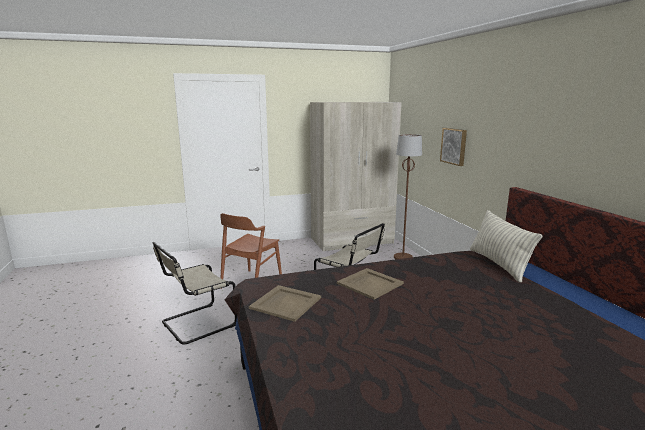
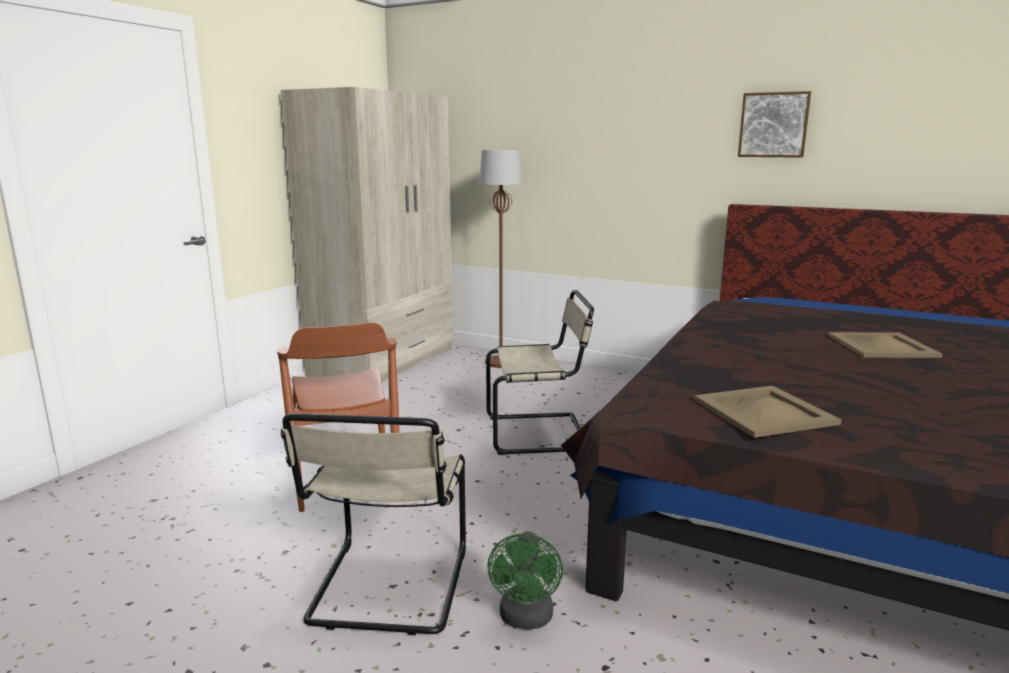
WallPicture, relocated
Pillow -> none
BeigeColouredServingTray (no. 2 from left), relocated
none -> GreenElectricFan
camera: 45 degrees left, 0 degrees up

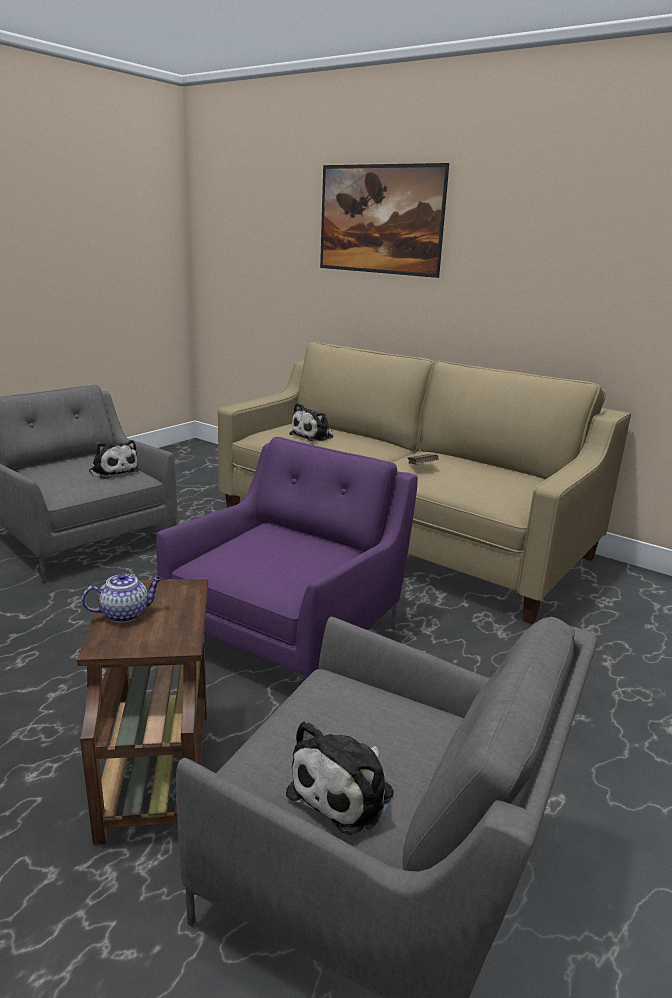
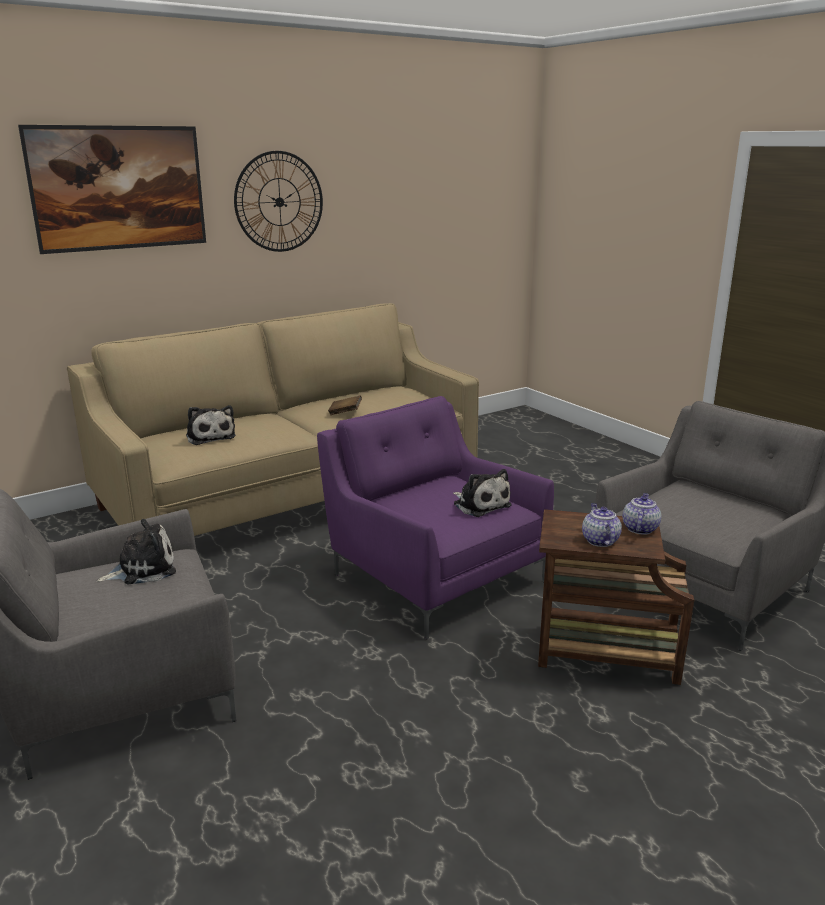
CuddlyToy (no. 3 from left), relocated
none -> HangingClock
none -> TeaPot (no. 2 from left)
camera: 70 degrees left, 0 degrees up

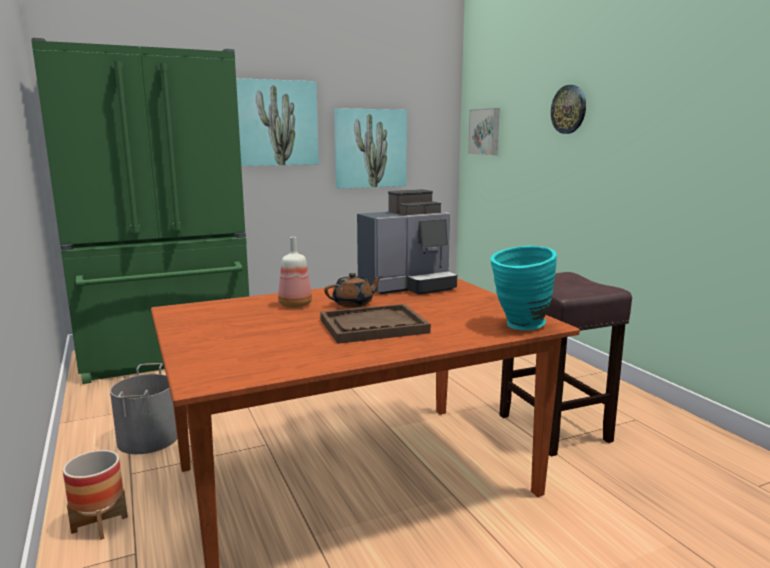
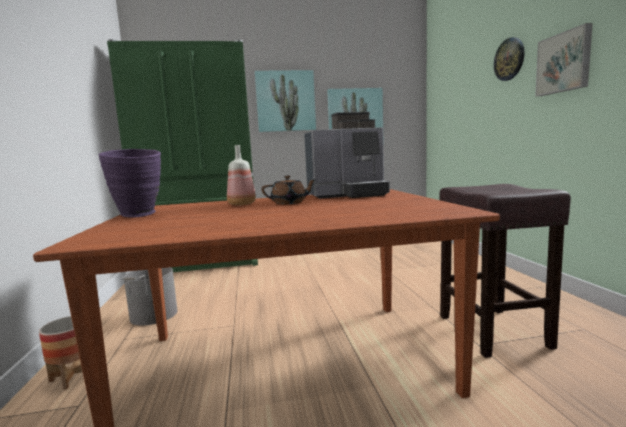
WallPicture (no. 3 from left), relocated
TurquoiseDecorativeVase -> none
BrownishServingTray -> none
none -> PurplishDecorativeVase
camera: 15 degrees right, 5 degrees down

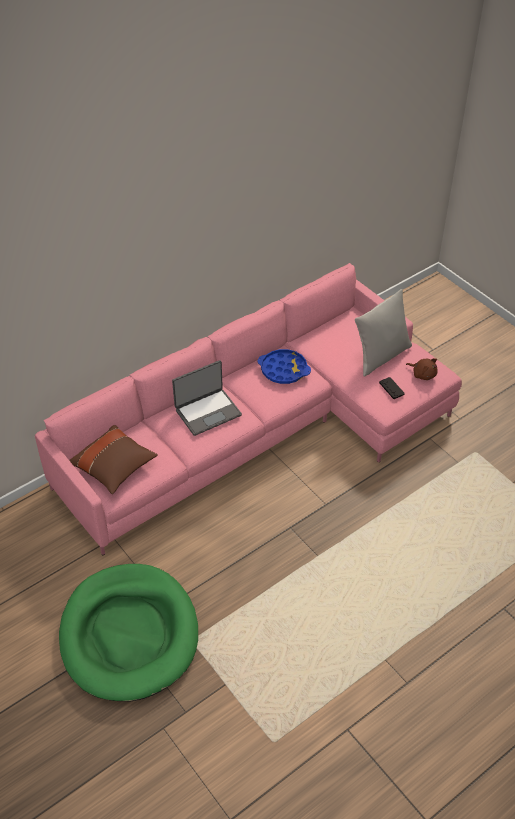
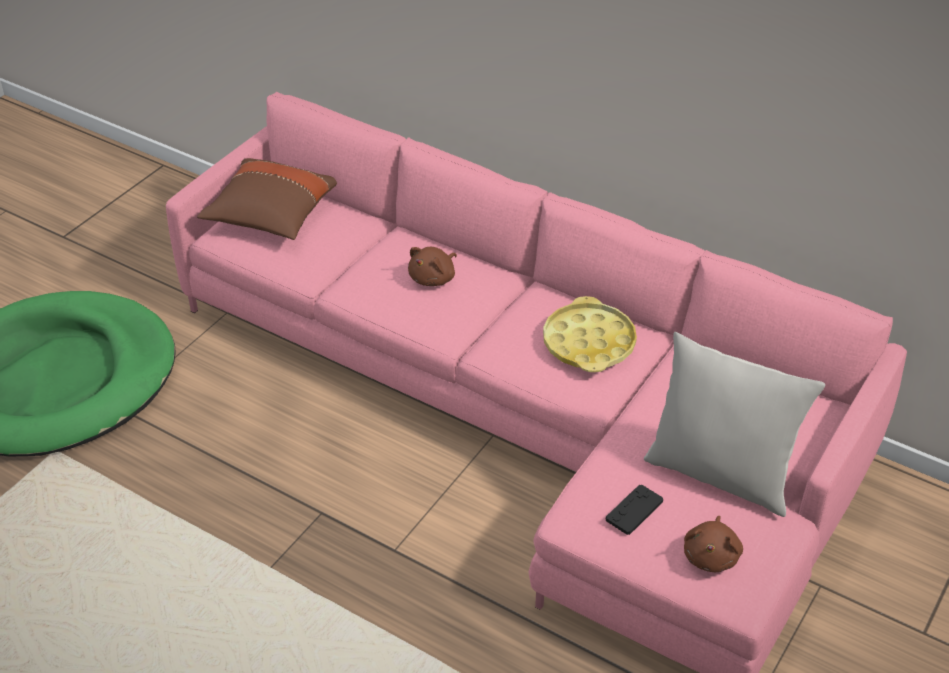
BlueServingTray -> YellowColouredServingTray
Laptop -> BrownishCuddlyToy (no. 1 from left)
camera: 70 degrees right, 5 degrees down

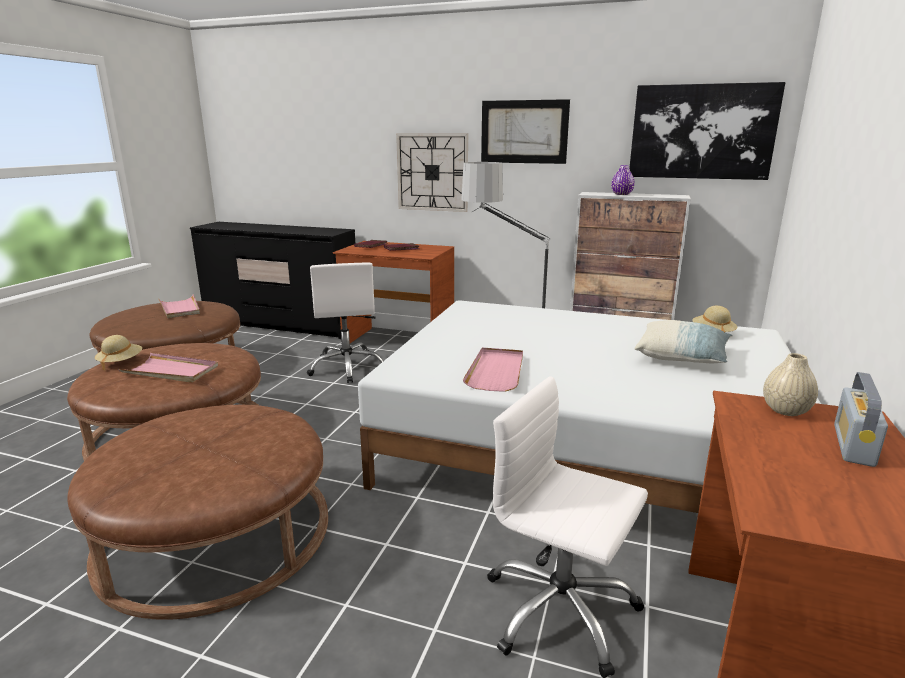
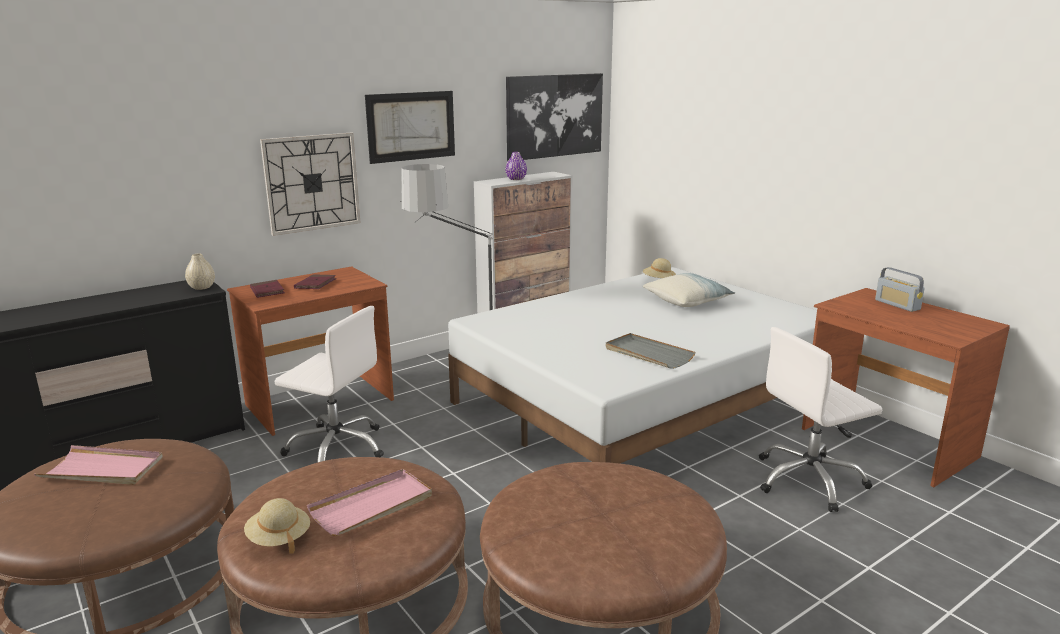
PinkishServingTray (no. 3 from left) -> GreyishServingTray
BeigeColouredDecorativeVase, relocated
camera: 55 degrees left, 0 degrees up

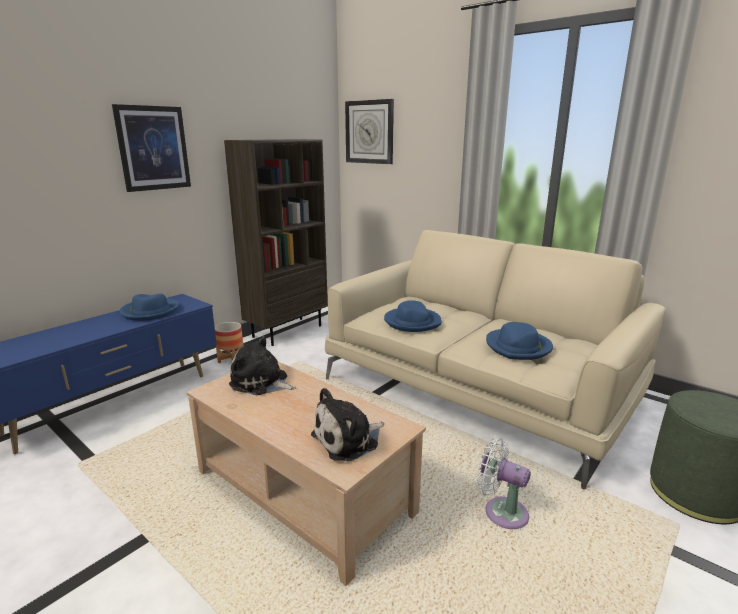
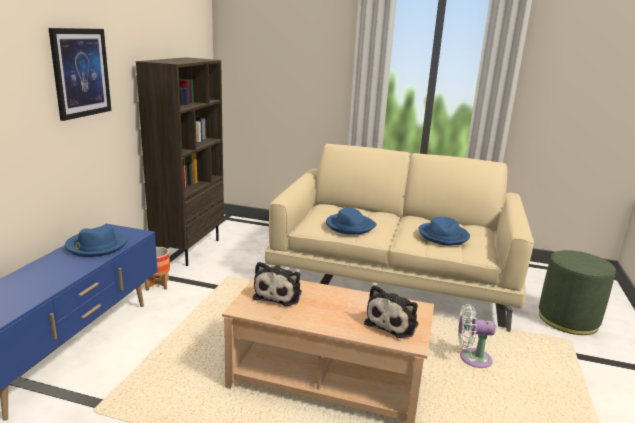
HangingClock -> none
CuddlyToy (no. 1 from left), 75 degrees counterclockwise
camera: 25 degrees left, 0 degrees up

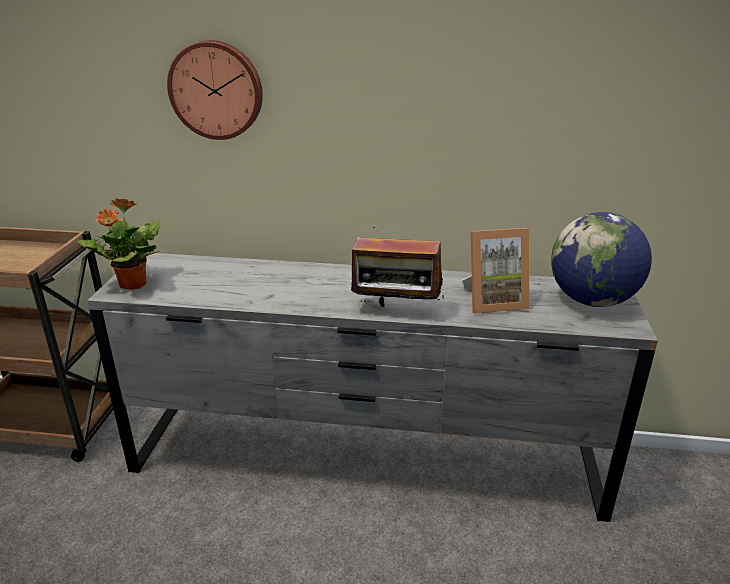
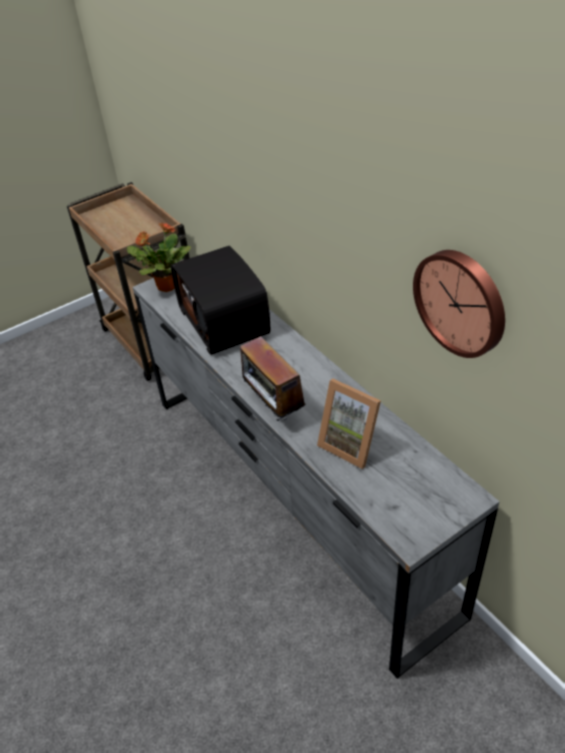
HangingClock, relocated
Globe -> none
none -> RadioReceiver (no. 1 from left)
camera: 50 degrees right, 15 degrees up

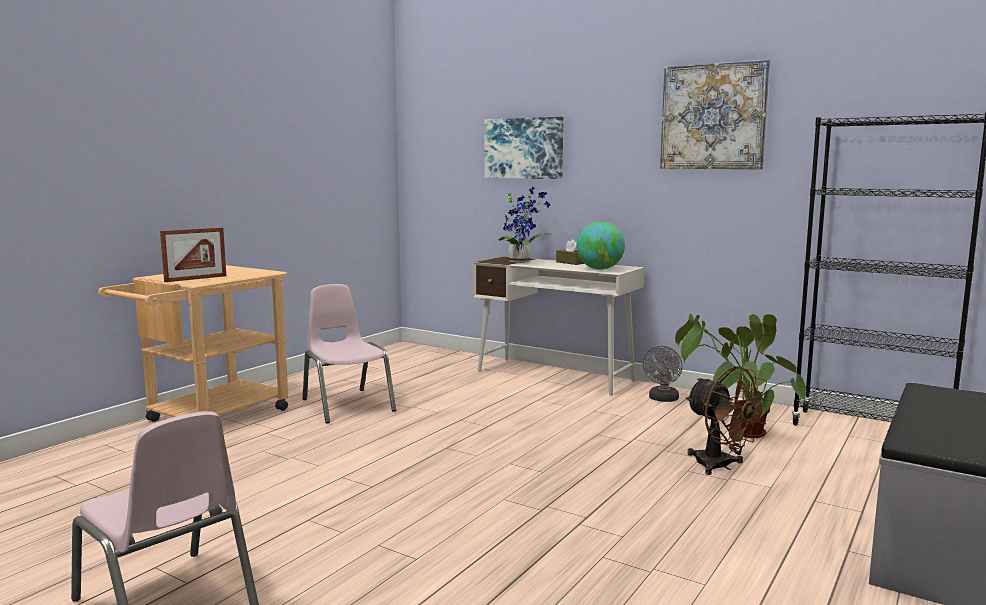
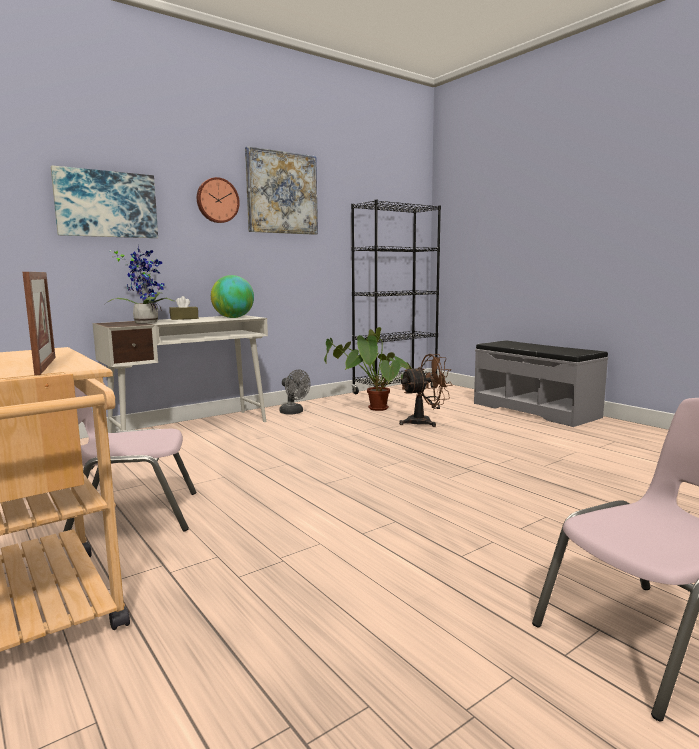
none -> HangingClock
camera: 70 degrees left, 0 degrees up

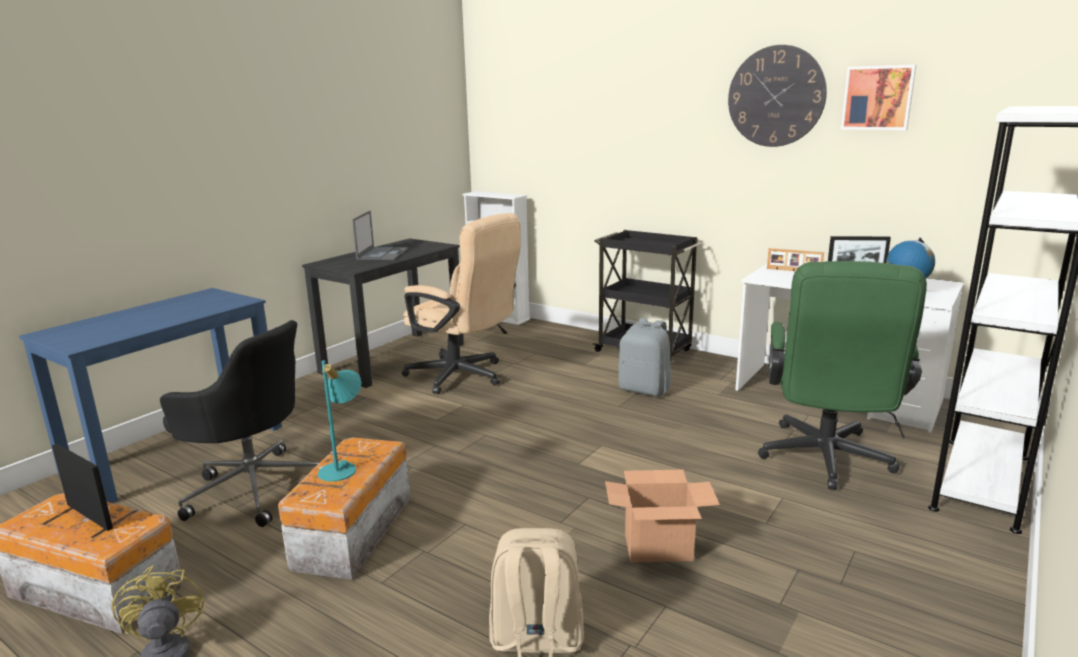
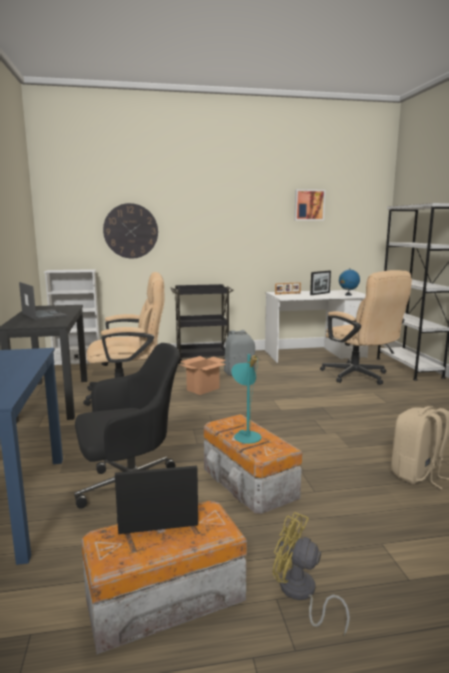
HangingClock, relocated
GreenComputerChair -> BeigeColouredComputerChair (no. 2 from left)
Carton, relocated
camera: 45 degrees left, 5 degrees down

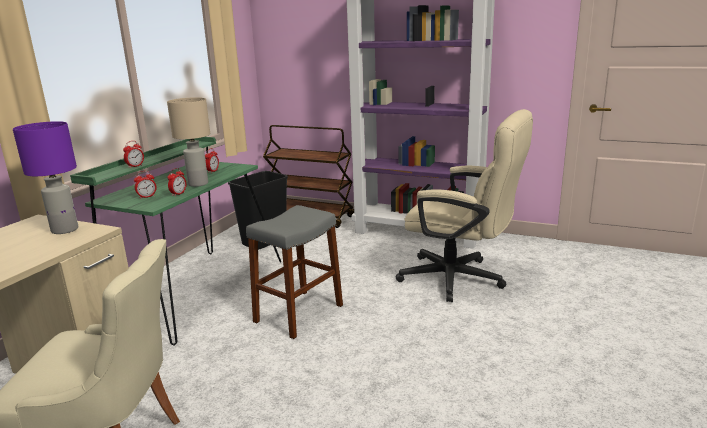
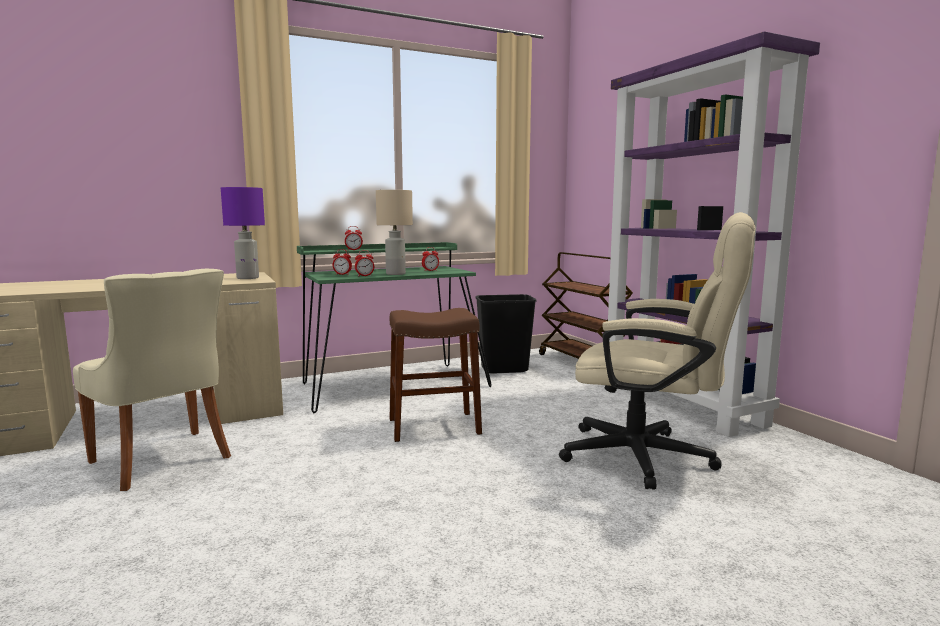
BeigeColouredComputerChair, 45 degrees counterclockwise
GreyishSittingStool -> BrownishSittingStool
camera: 40 degrees right, 10 degrees down

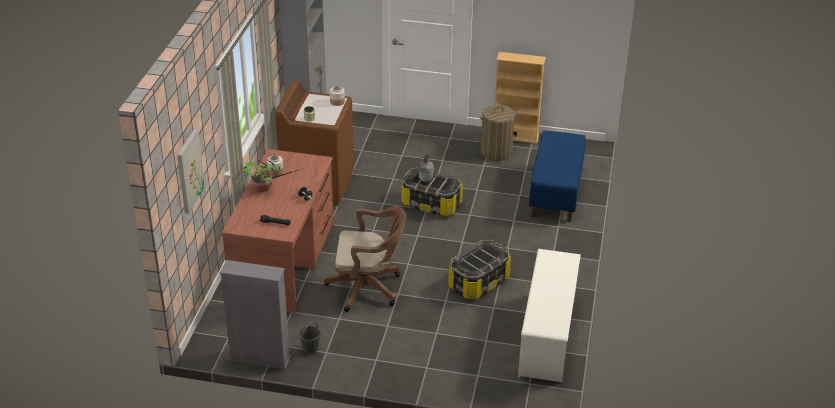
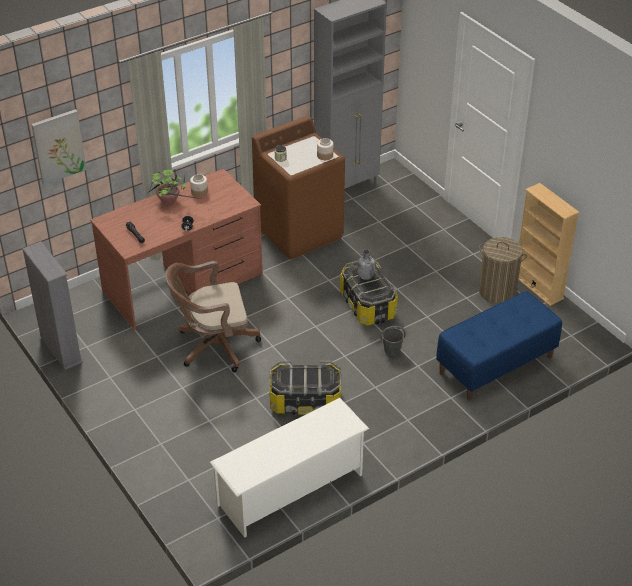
BrownishComputerChair, 120 degrees clockwise
GreyishWaterBucket, relocated
camera: 45 degrees right, 5 degrees up

